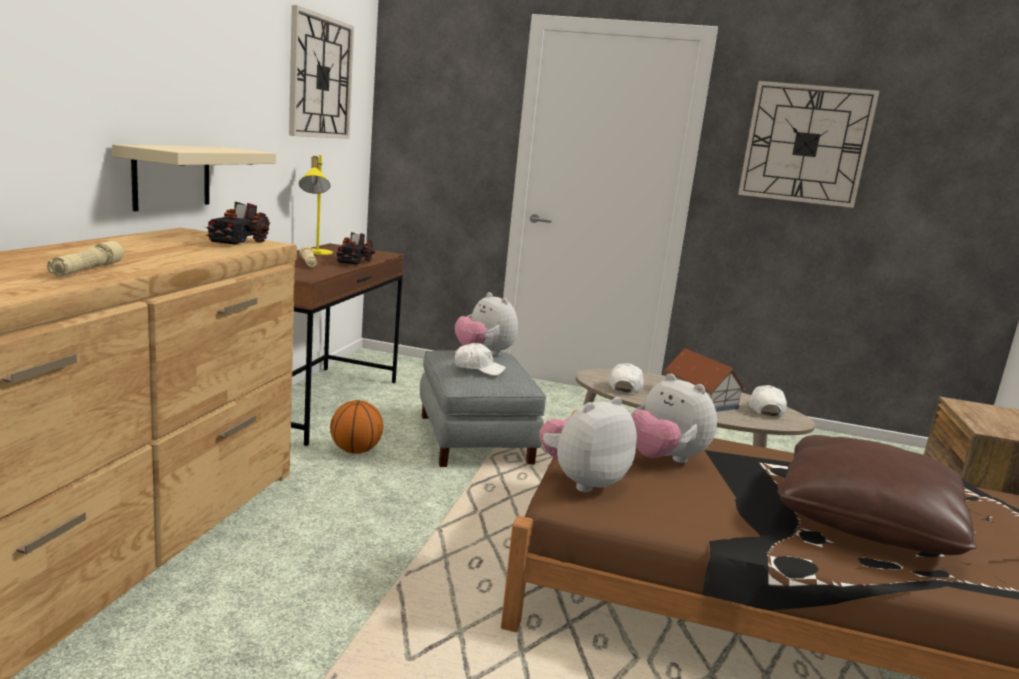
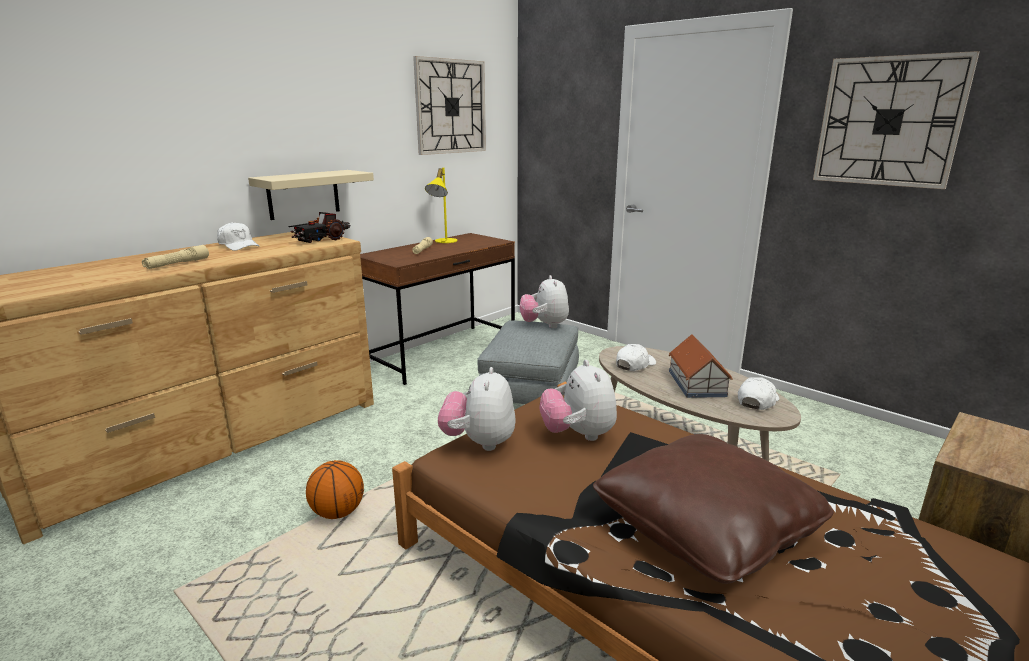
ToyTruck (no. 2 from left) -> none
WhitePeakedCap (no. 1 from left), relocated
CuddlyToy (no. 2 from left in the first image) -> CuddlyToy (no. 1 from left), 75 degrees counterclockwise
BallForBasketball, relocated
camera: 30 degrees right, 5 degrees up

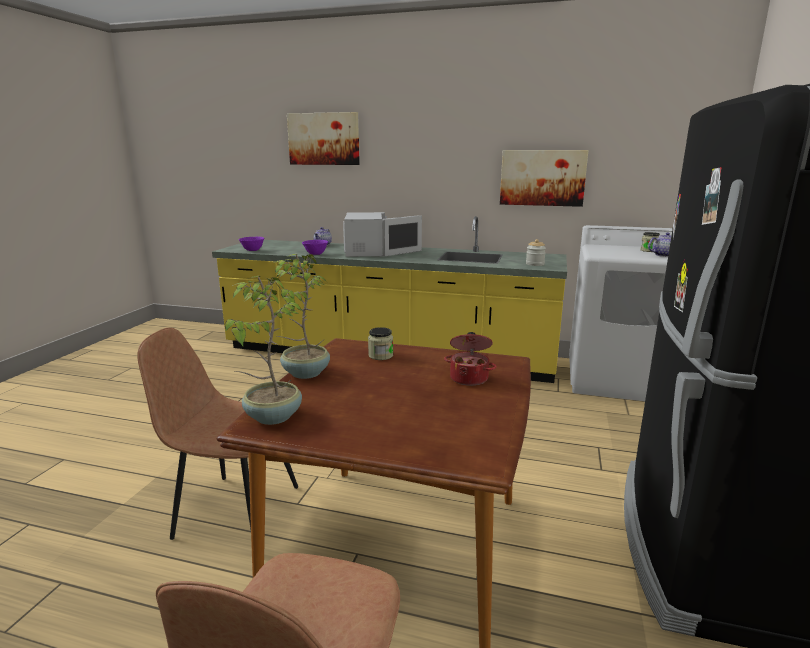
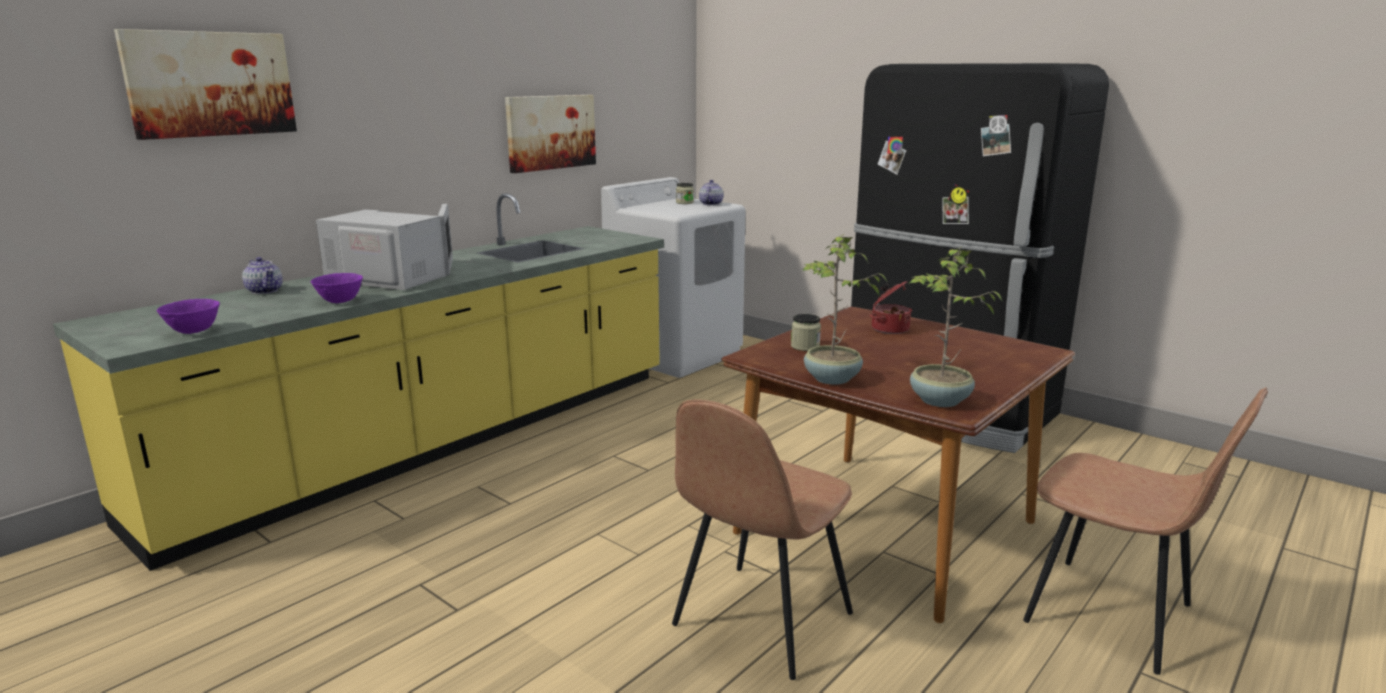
PreserveJar (no. 2 from left) -> none
camera: 65 degrees left, 0 degrees up

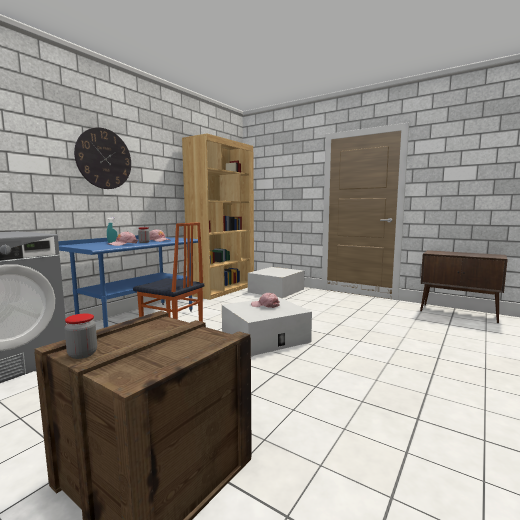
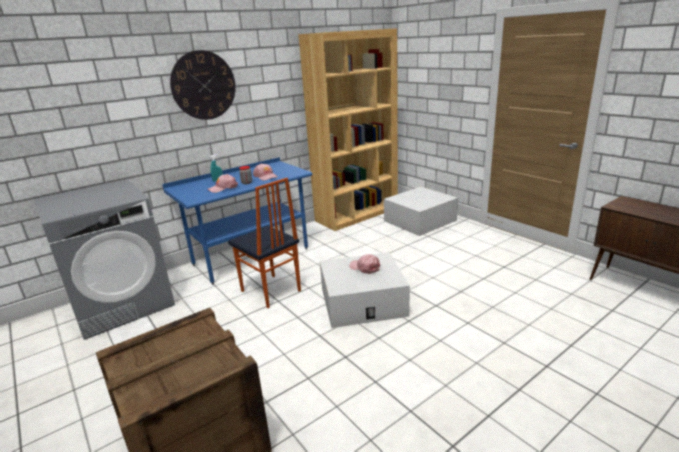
PreserveJar (no. 1 from left) -> none
camera: 20 degrees right, 15 degrees up

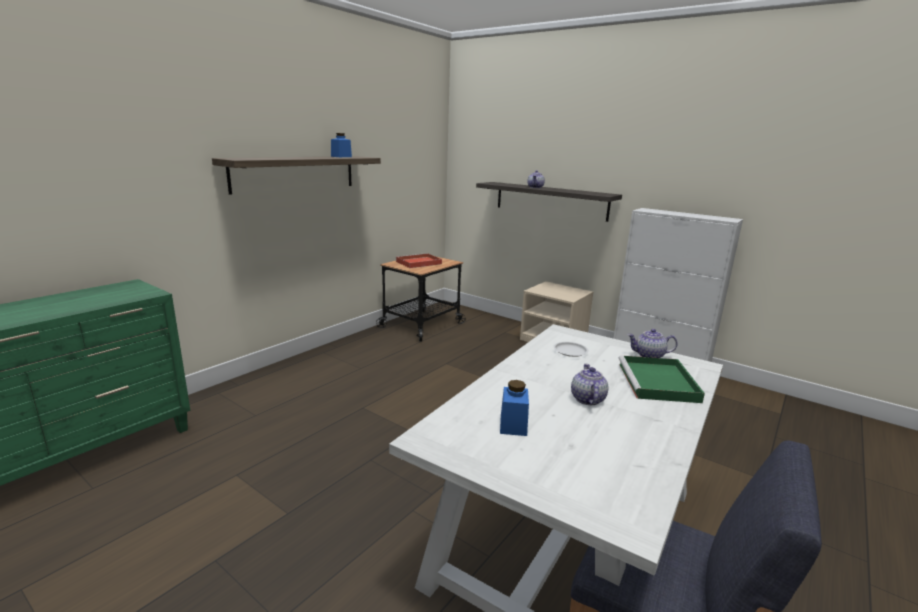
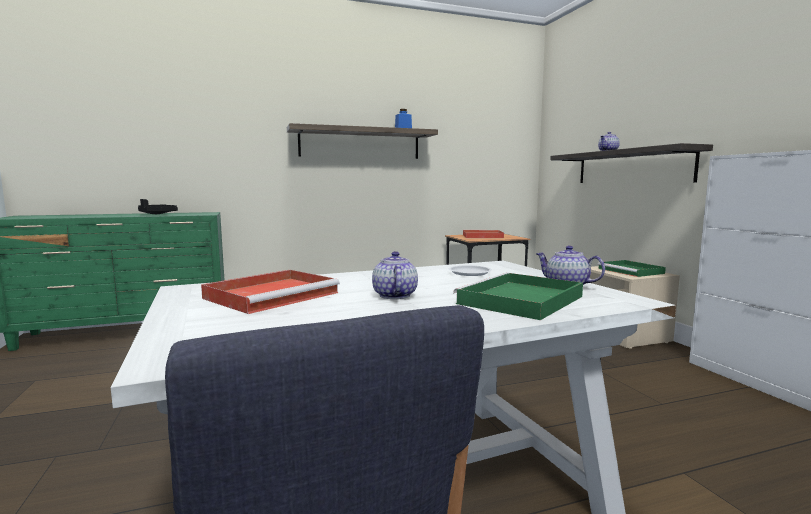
TeaPot (no. 2 from left in the first image) -> TeaPot (no. 1 from left), 45 degrees counterclockwise
BluePreserveJar (no. 2 from left) -> ReddishServingTray (no. 1 from left)
none -> BlackishServingTray
none -> GreenServingTray (no. 2 from left)
camera: 35 degrees right, 10 degrees down

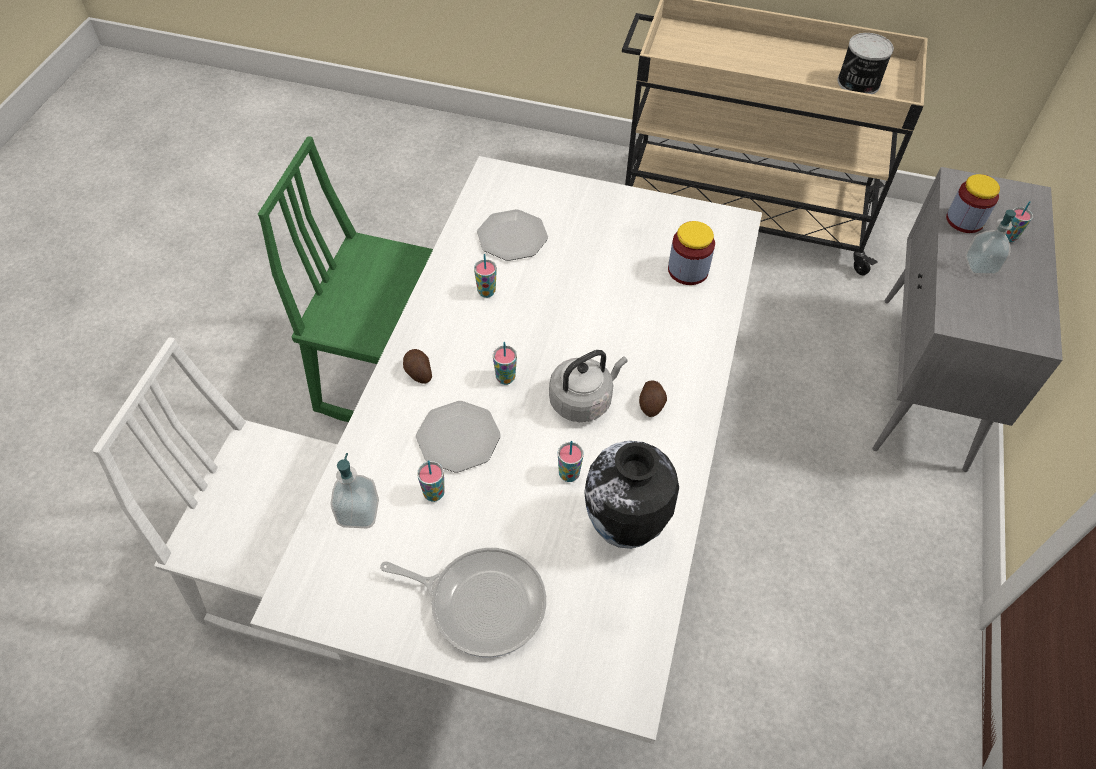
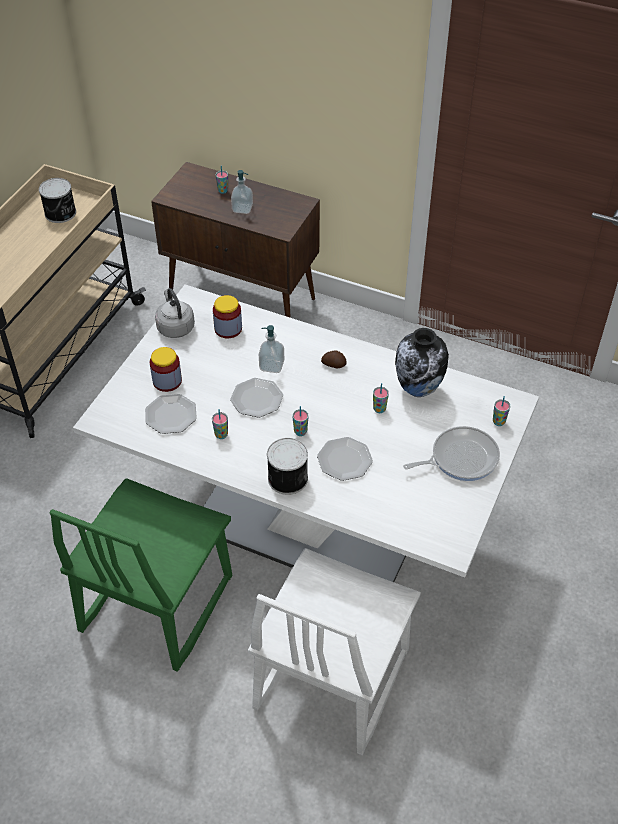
GreyishCupboard -> BrownishCupboard
PreserveJar (no. 2 from left in the first image) -> PreserveJar (no. 1 from left), relocated
Spud (no. 1 from left) -> SealedCan (no. 2 from left)
GreyishWaterKettle, relocated
LiquidSoapBottle (no. 1 from left in the first image) -> LiquidSoapBottle (no. 2 from left), relocated
SmallCup (no. 1 from left in the first image) -> SmallCup (no. 5 from left), relocated
Skillet, 45 degrees clockwise
none -> FlatDish (no. 2 from left)
camera: 80 degrees left, 5 degrees down

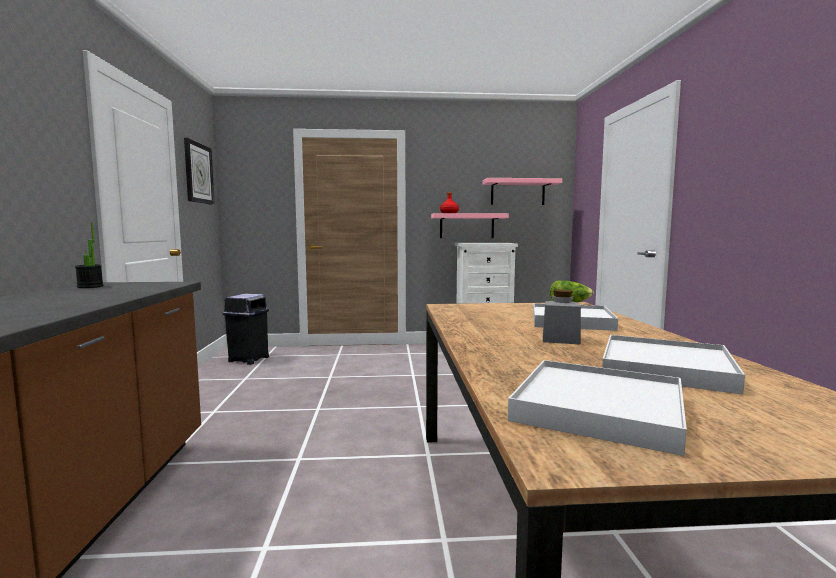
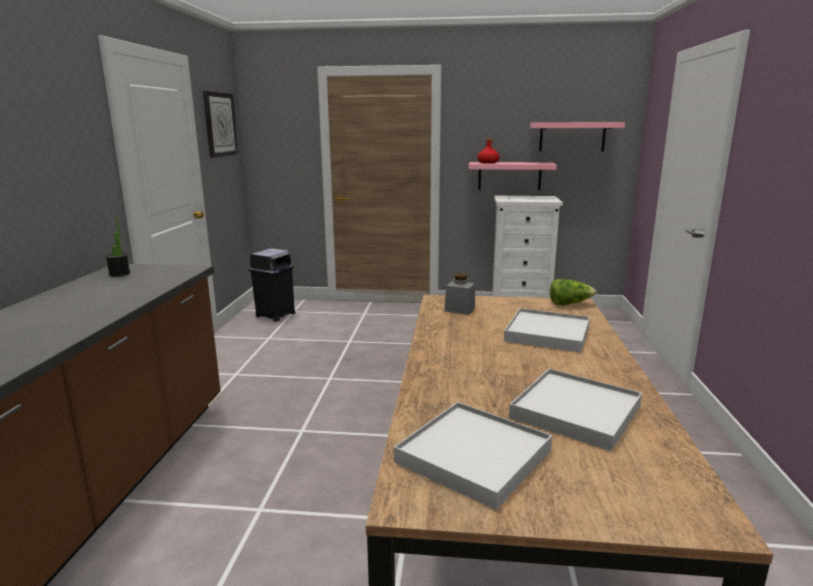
GreyishPreserveJar, relocated
camera: 10 degrees right, 10 degrees up

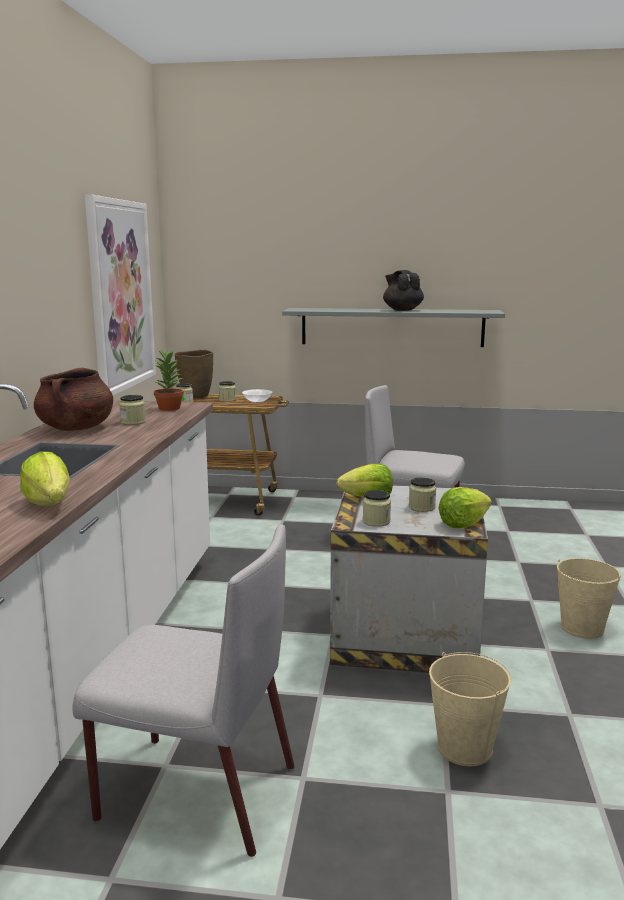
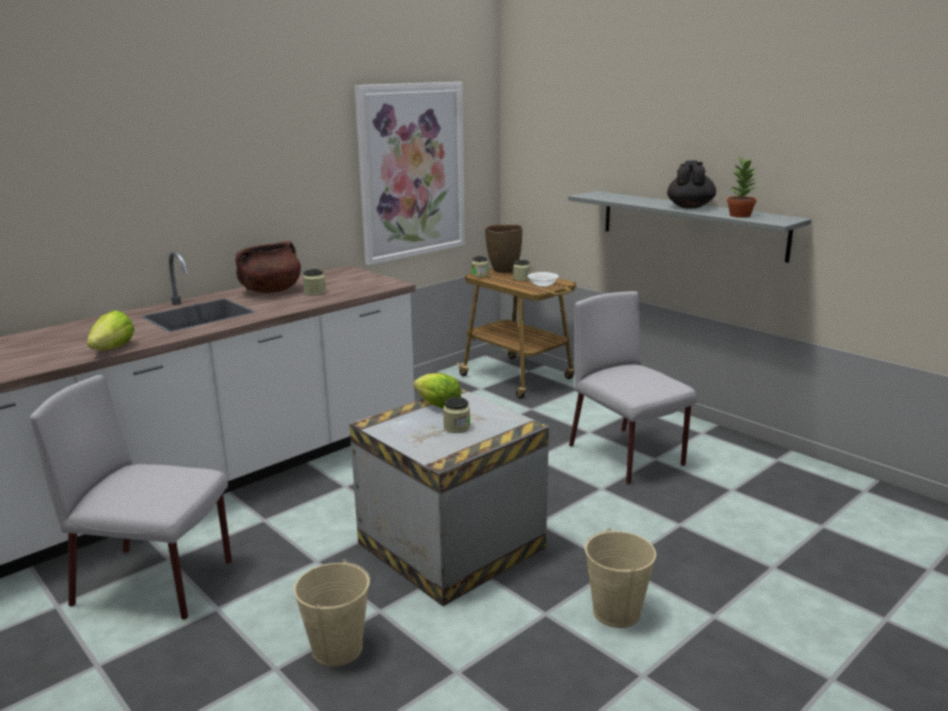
PlantInAPot, relocated
LettuceHead (no. 3 from left) -> none
PreserveJar (no. 4 from left) -> none
GreyishPlainChair (no. 1 from left), 135 degrees clockwise
camera: 40 degrees right, 5 degrees up

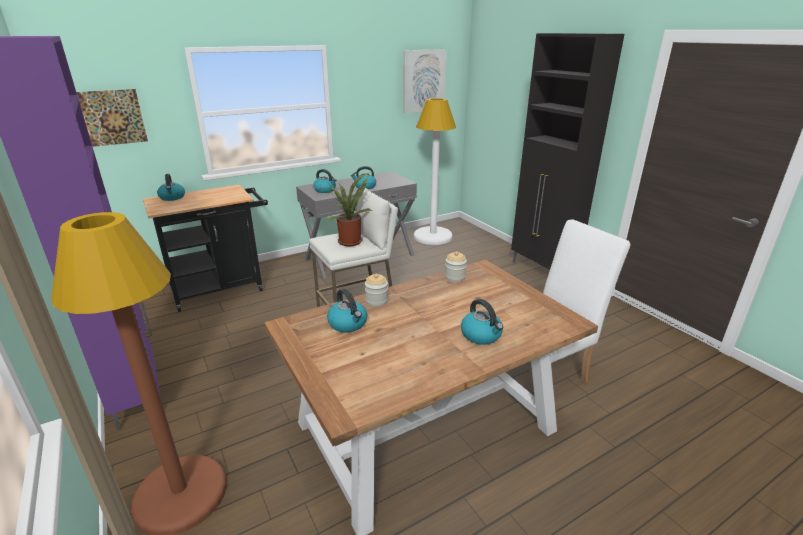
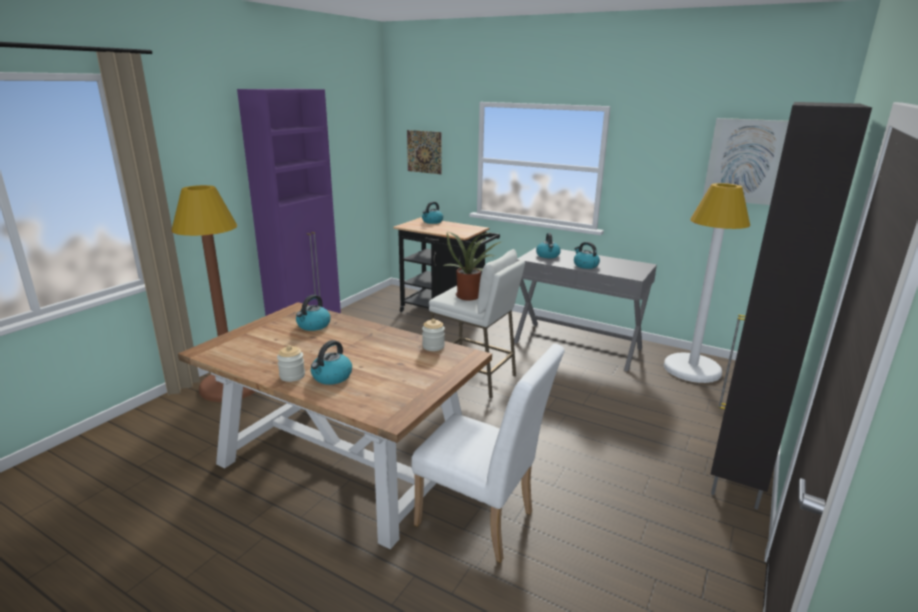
PreserveJar (no. 1 from left), relocated
camera: 60 degrees right, 5 degrees down

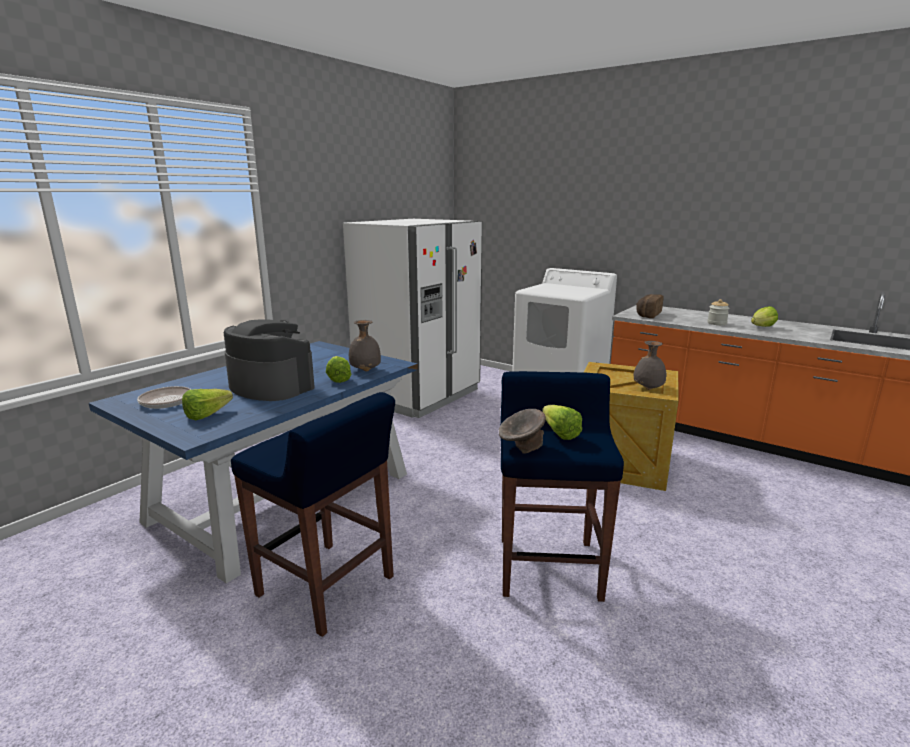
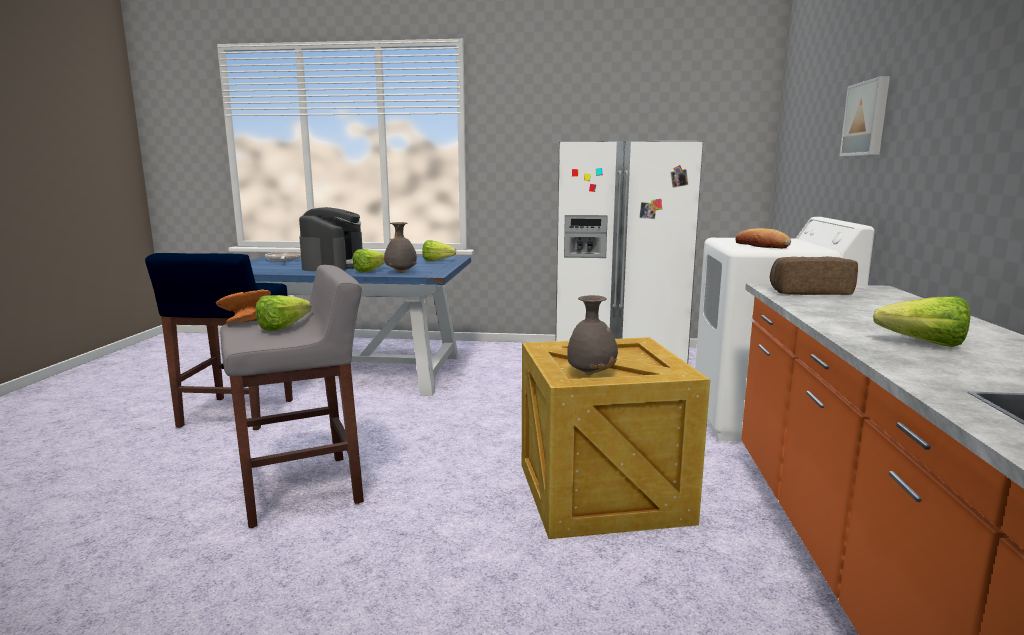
PreserveJar -> none
BlueSittingStool (no. 2 from left) -> GreyishSittingStool
LettuceHead (no. 1 from left in the first image) -> LettuceHead (no. 3 from left), relocated
GreyishBowl -> OrangeBowl
none -> WallPicture
none -> Bread (no. 1 from left)
camera: 60 degrees right, 5 degrees down

